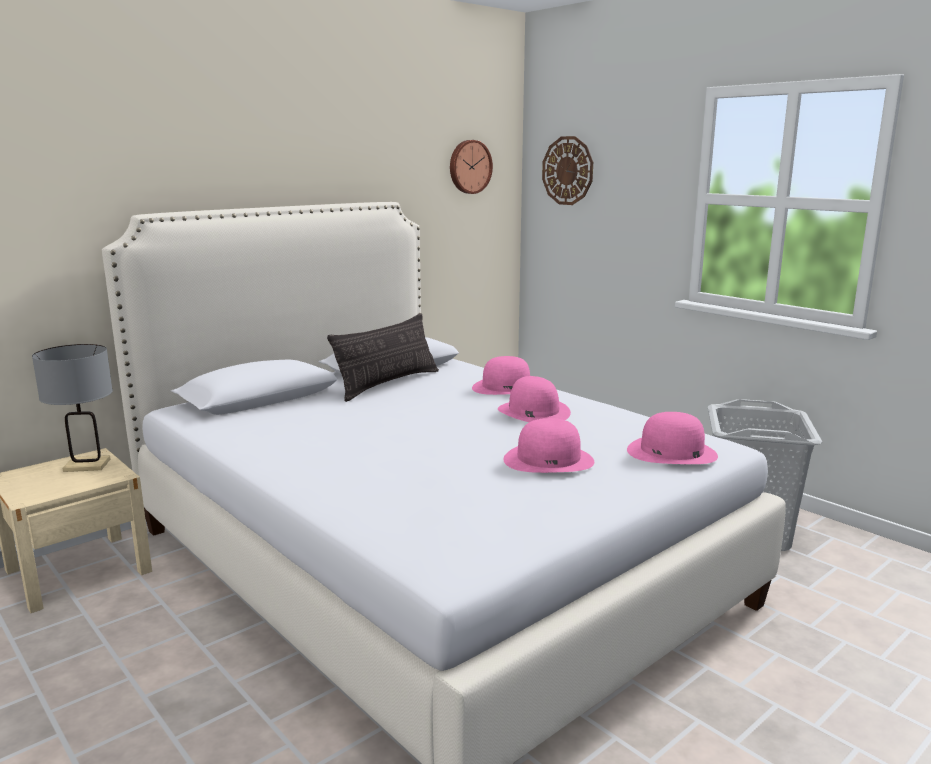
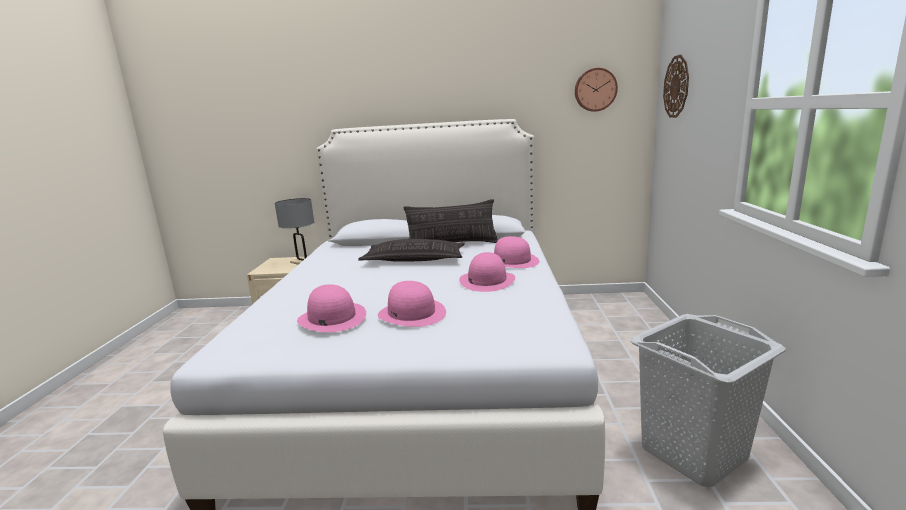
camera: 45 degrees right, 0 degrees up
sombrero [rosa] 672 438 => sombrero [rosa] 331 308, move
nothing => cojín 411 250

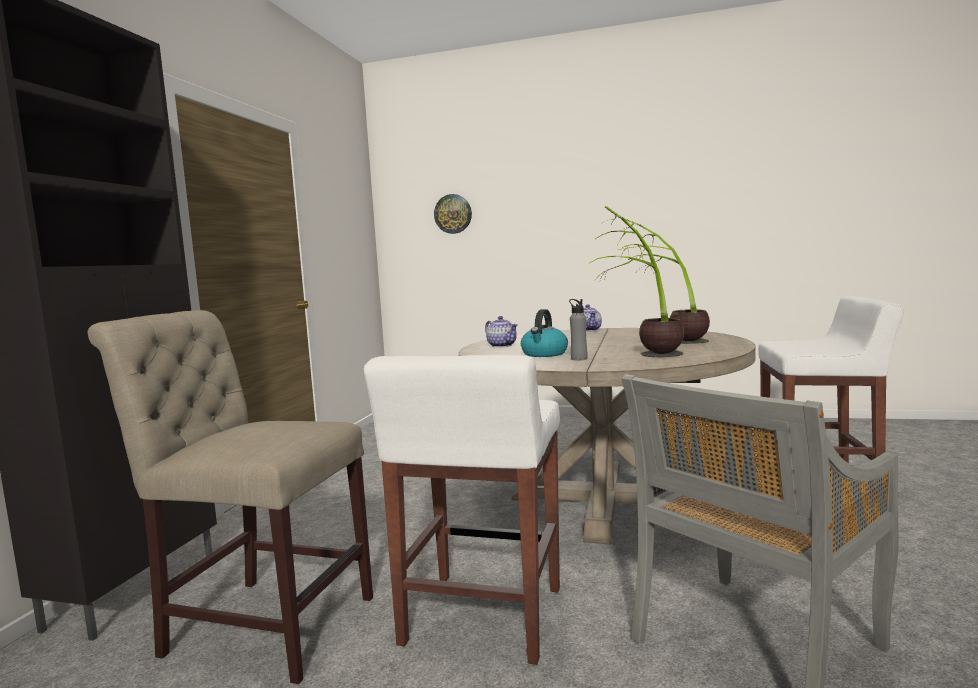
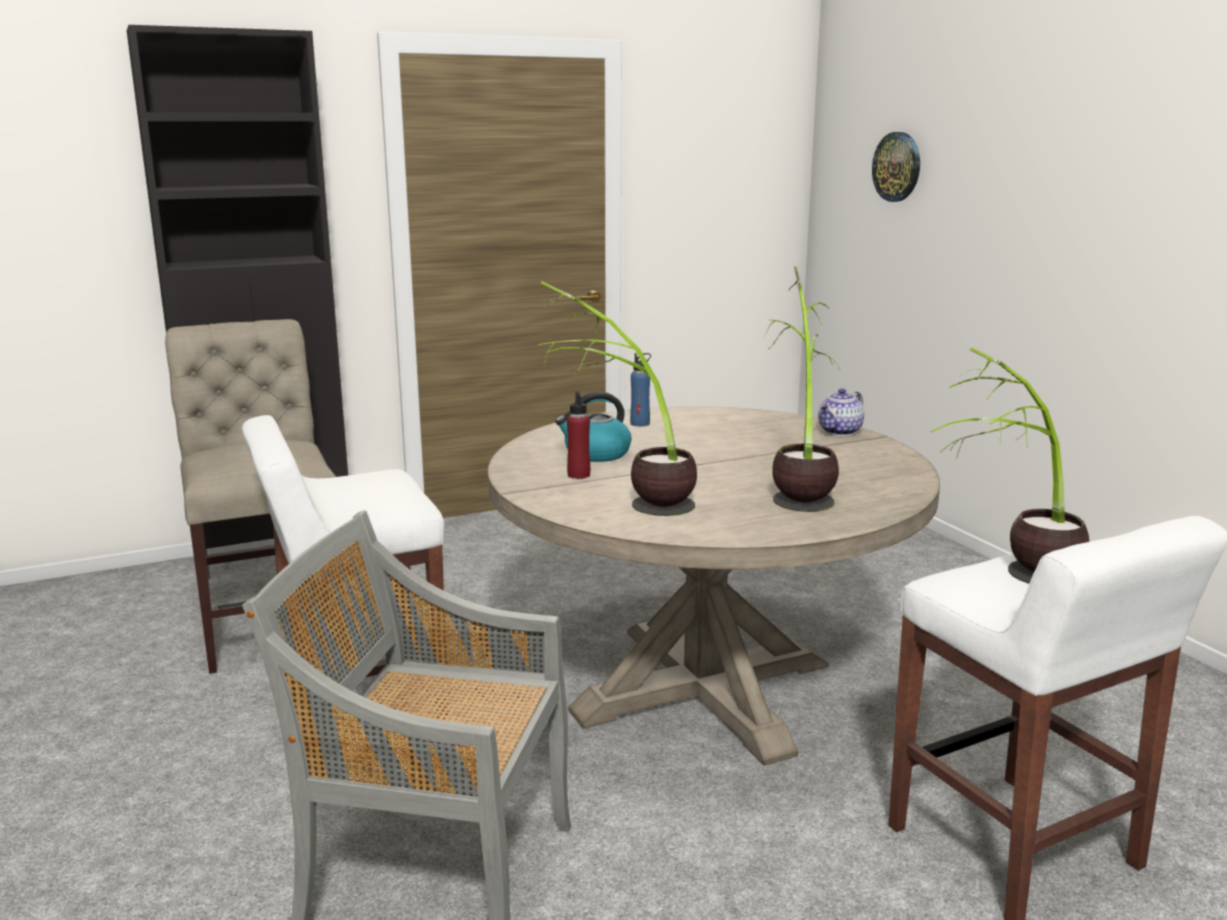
camera: 50 degrees right, 10 degrees up
tetera 501 331 => botella [azul] 640 390
botella [gris] 578 329 => botella [rojo] 578 435
nothing => planta en maceta 1010 465

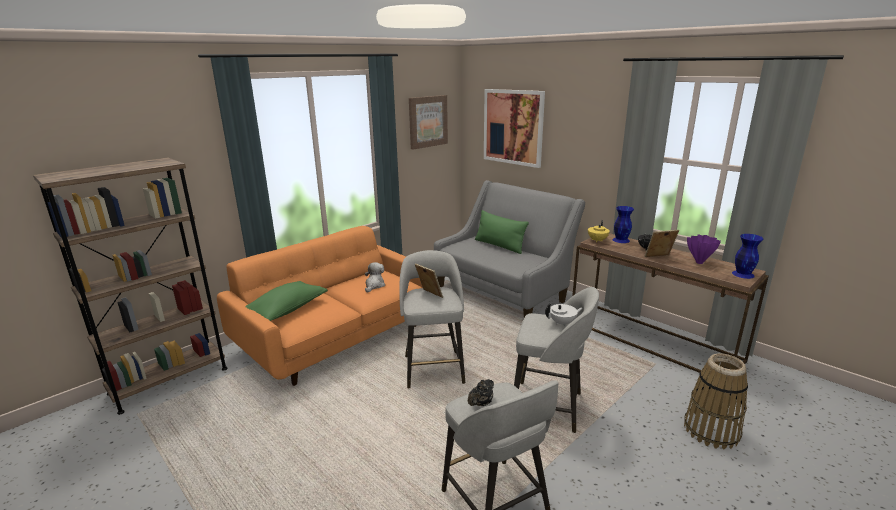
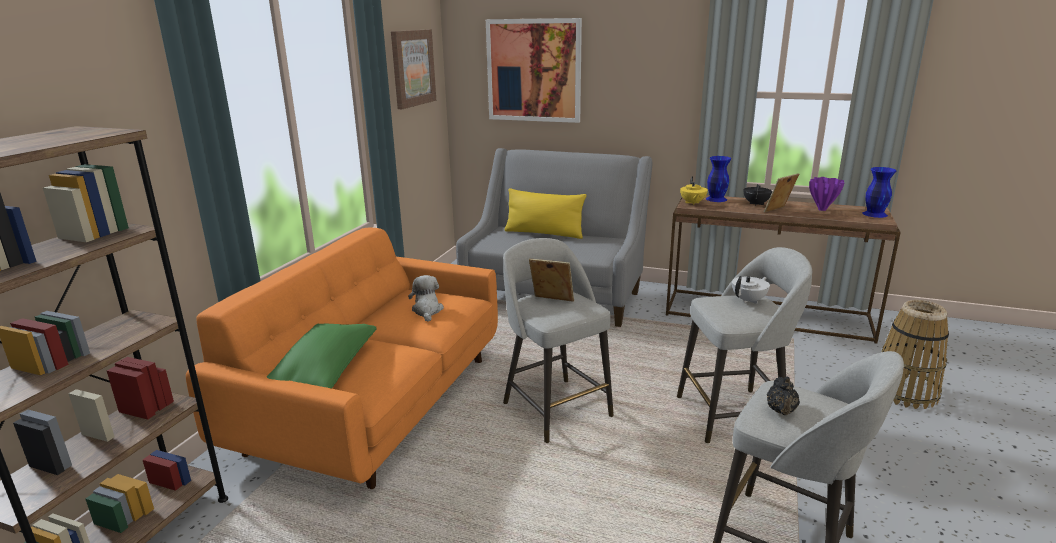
camera: 25 degrees left, 0 degrees up
cojín [verde] 502 232 => cojín [amarillo] 546 213

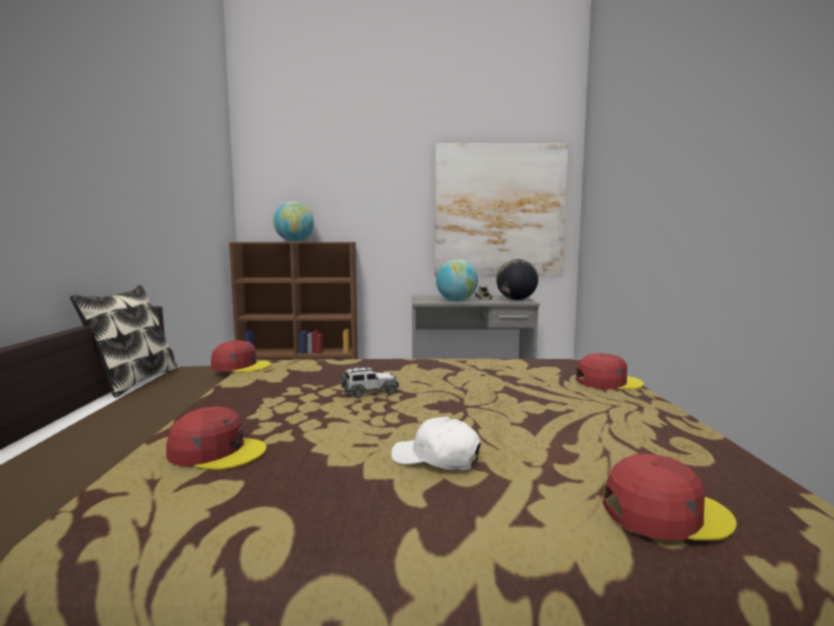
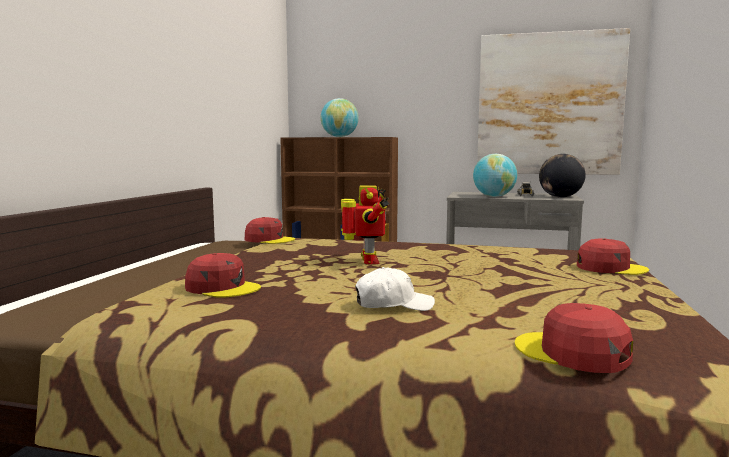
camera: 15 degrees right, 0 degrees up
cojín 124 341 => nothing
coche de juguete 370 382 => robot de juguete 365 225
gorra [blanco] 436 443 => gorra [blanco] 395 289, 135 degrees clockwise
gorra [rojo] 670 497 => gorra [rojo] 574 338, 150 degrees counterclockwise

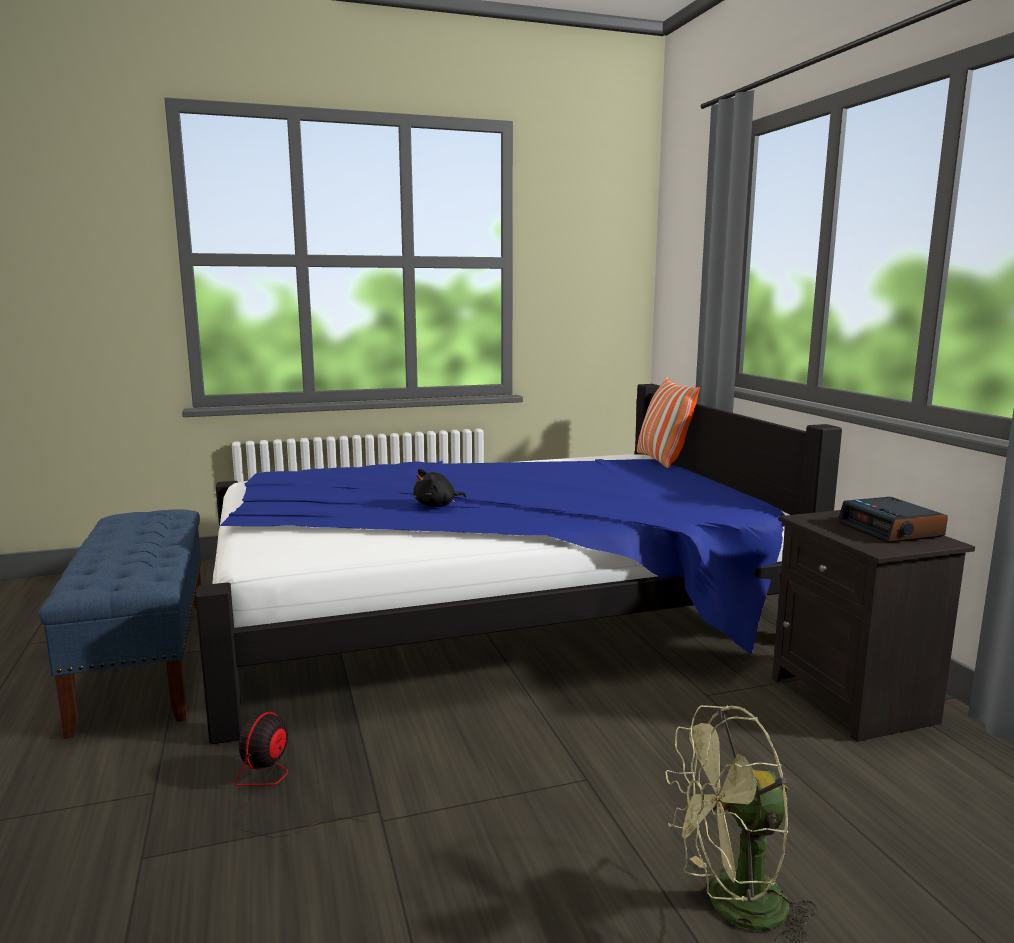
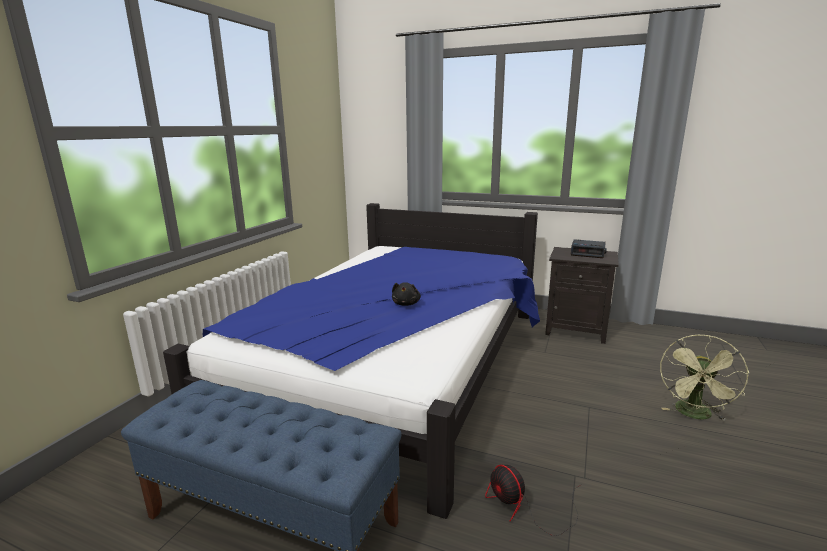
camera: 50 degrees left, 5 degrees up
cojín 668 422 => nothing

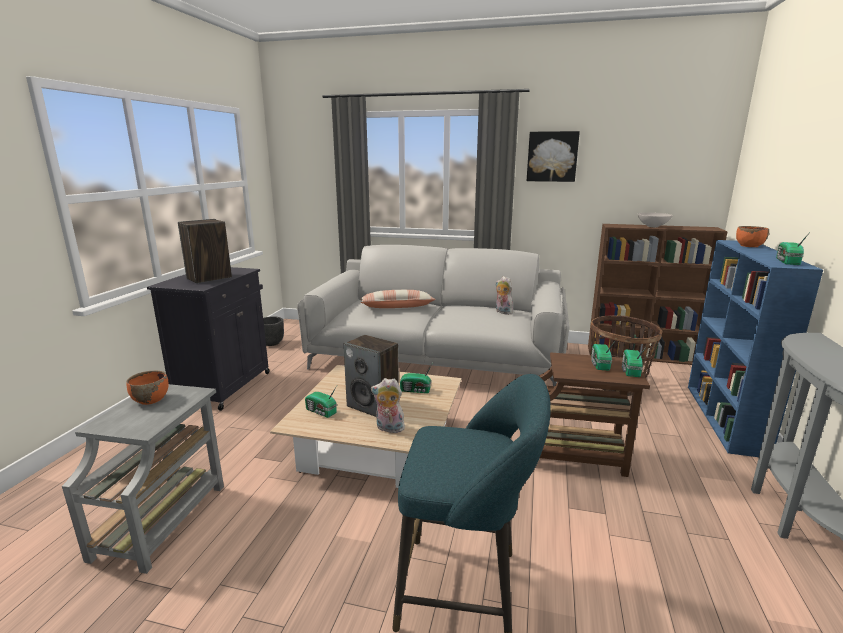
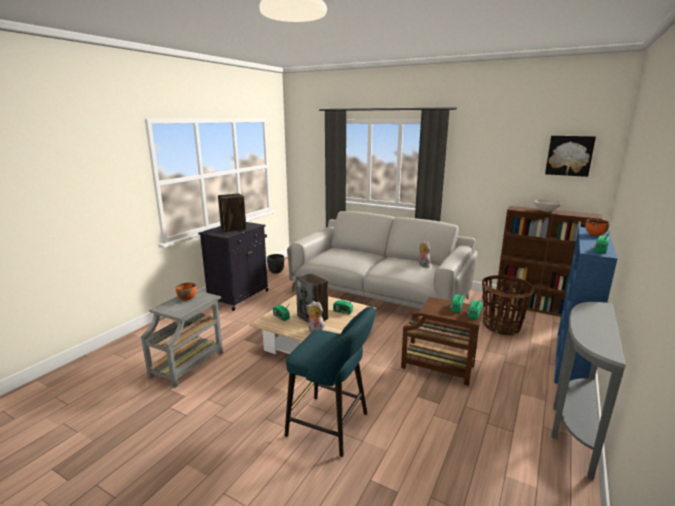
camera: 15 degrees right, 0 degrees up
cojín 398 299 => nothing
cuadro 553 156 => cuadro 570 156, move

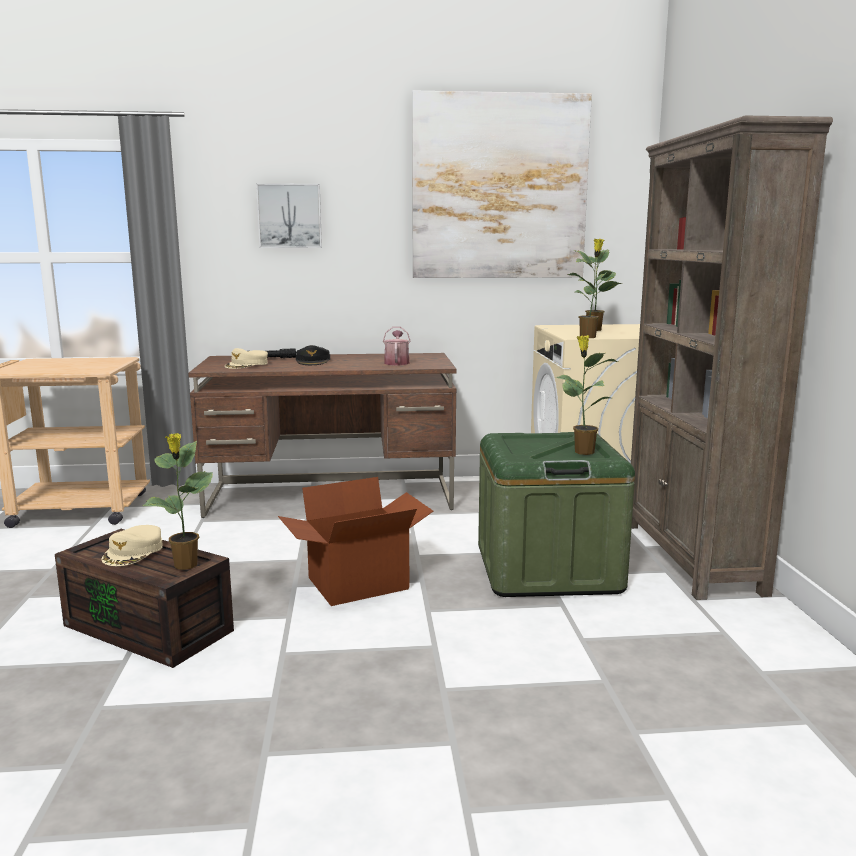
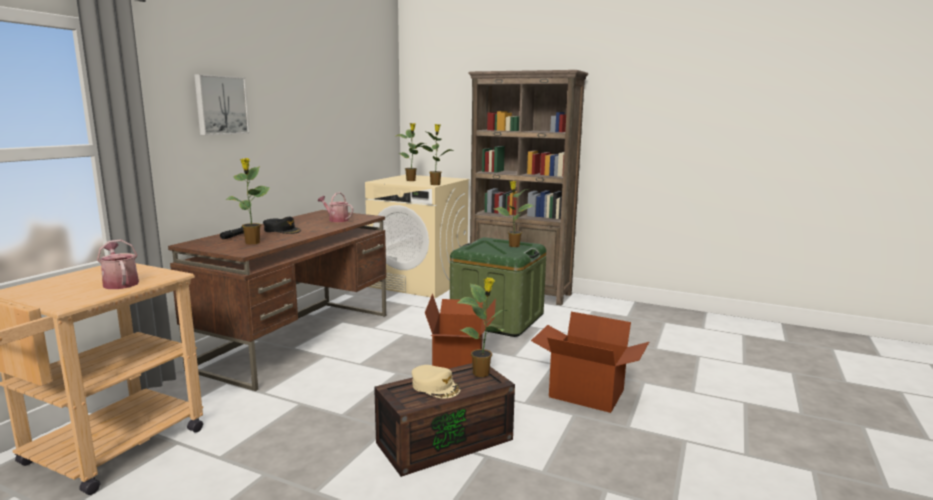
camera: 60 degrees left, 0 degrees up
gorra [beis] 246 358 => planta en maceta 248 201
cuadro 502 184 => nothing
nothing => regadera 118 264
nothing => caja de cartón 590 362

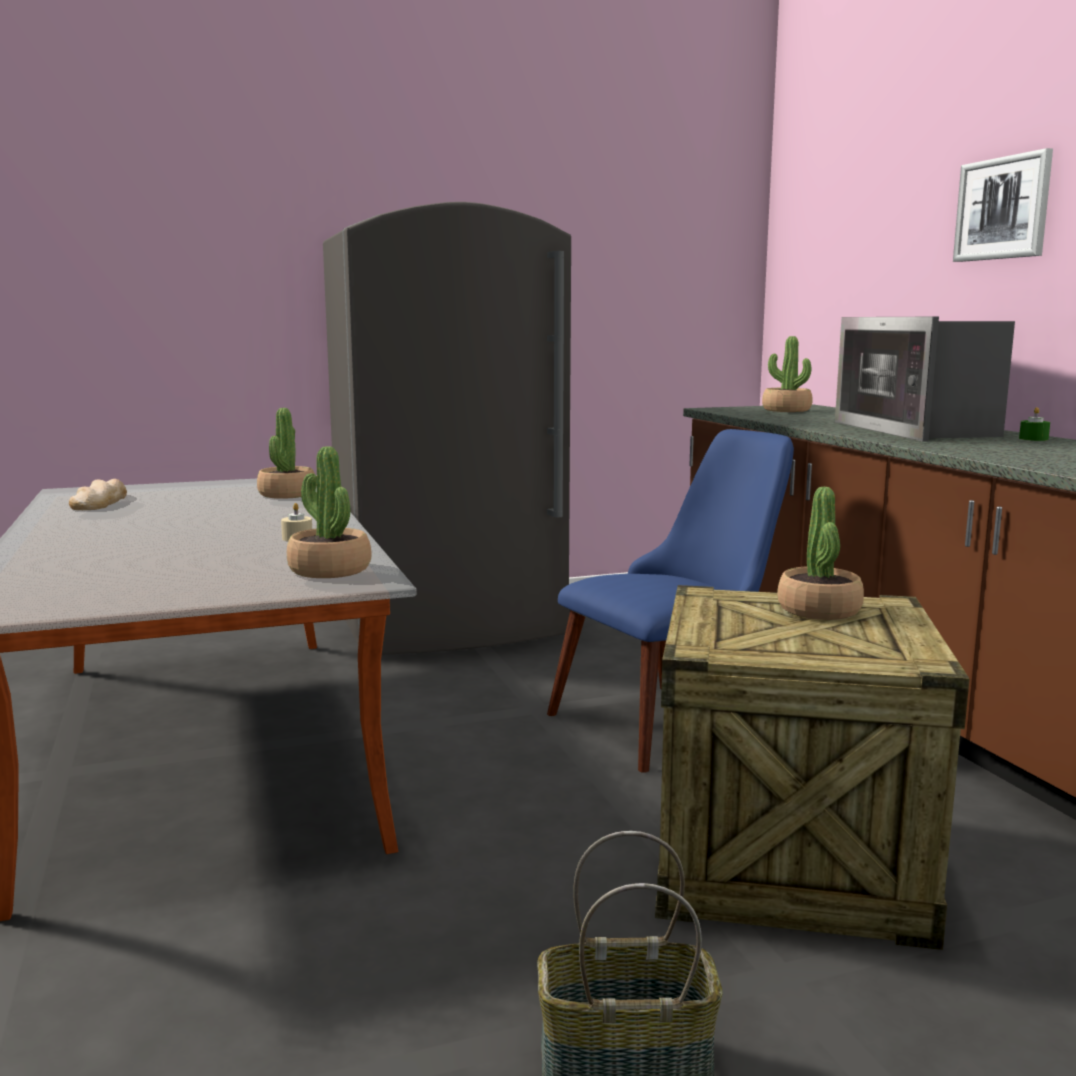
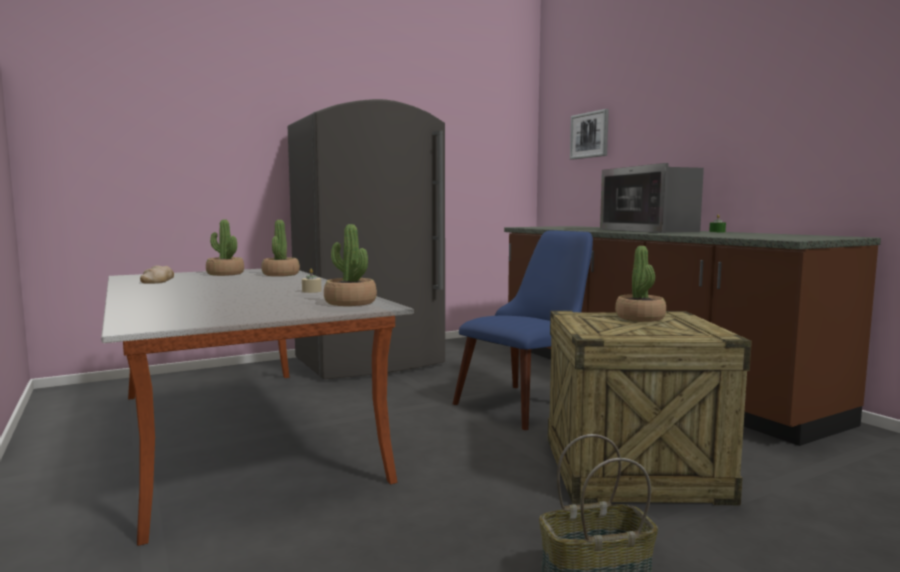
camera: 10 degrees left, 5 degrees down
planta en maceta 787 374 => planta en maceta 225 248, move
cuadro 1003 205 => cuadro 589 134, move

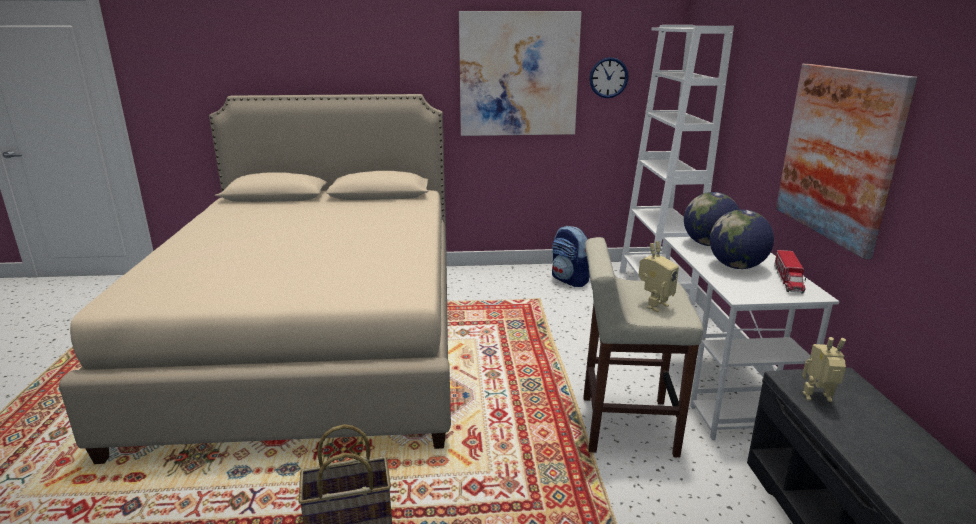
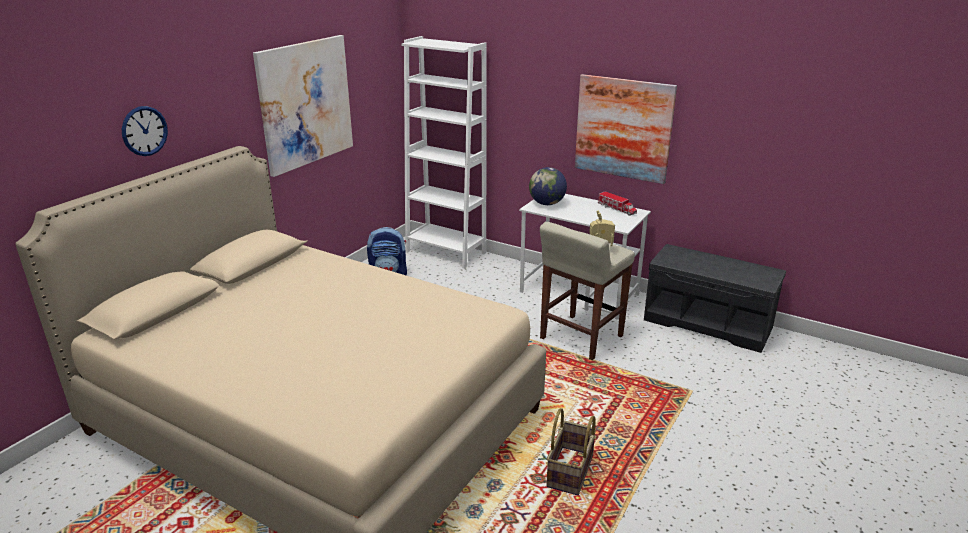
camera: 55 degrees left, 5 degrees up
reloj de pared 609 77 => reloj de pared 145 131, move
globo terráqueo 742 239 => nothing
robot de juguete 824 369 => nothing

